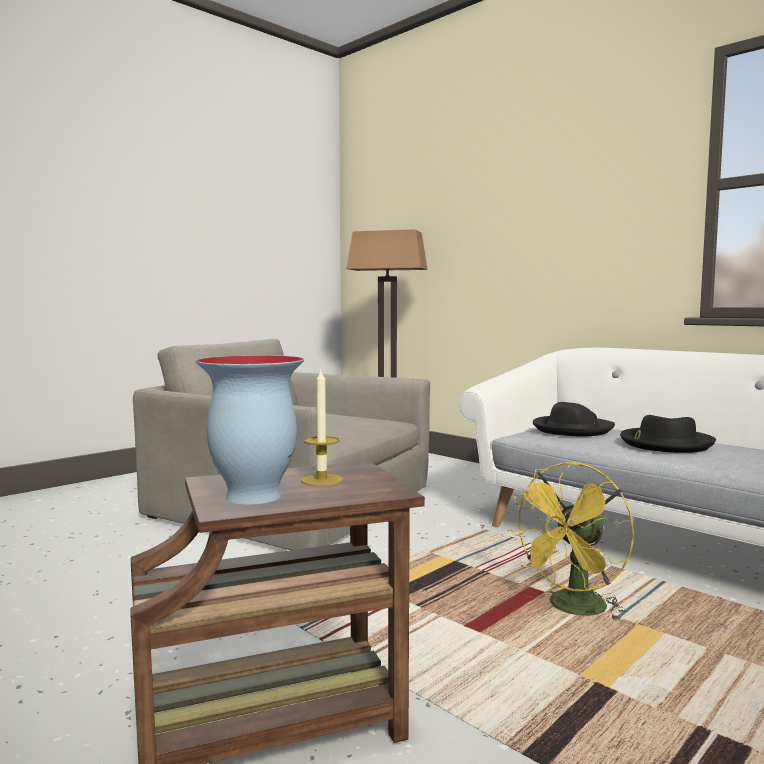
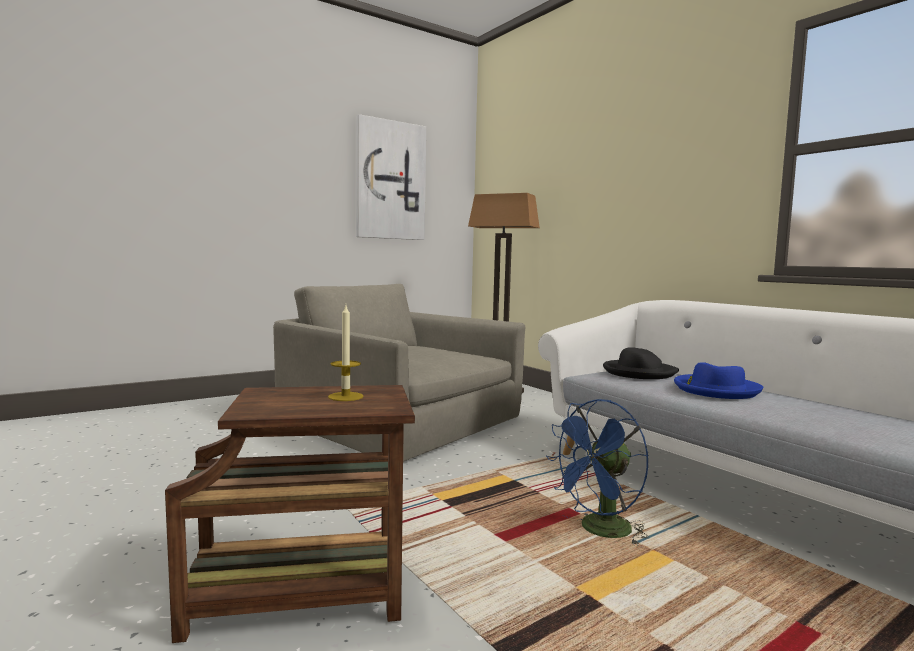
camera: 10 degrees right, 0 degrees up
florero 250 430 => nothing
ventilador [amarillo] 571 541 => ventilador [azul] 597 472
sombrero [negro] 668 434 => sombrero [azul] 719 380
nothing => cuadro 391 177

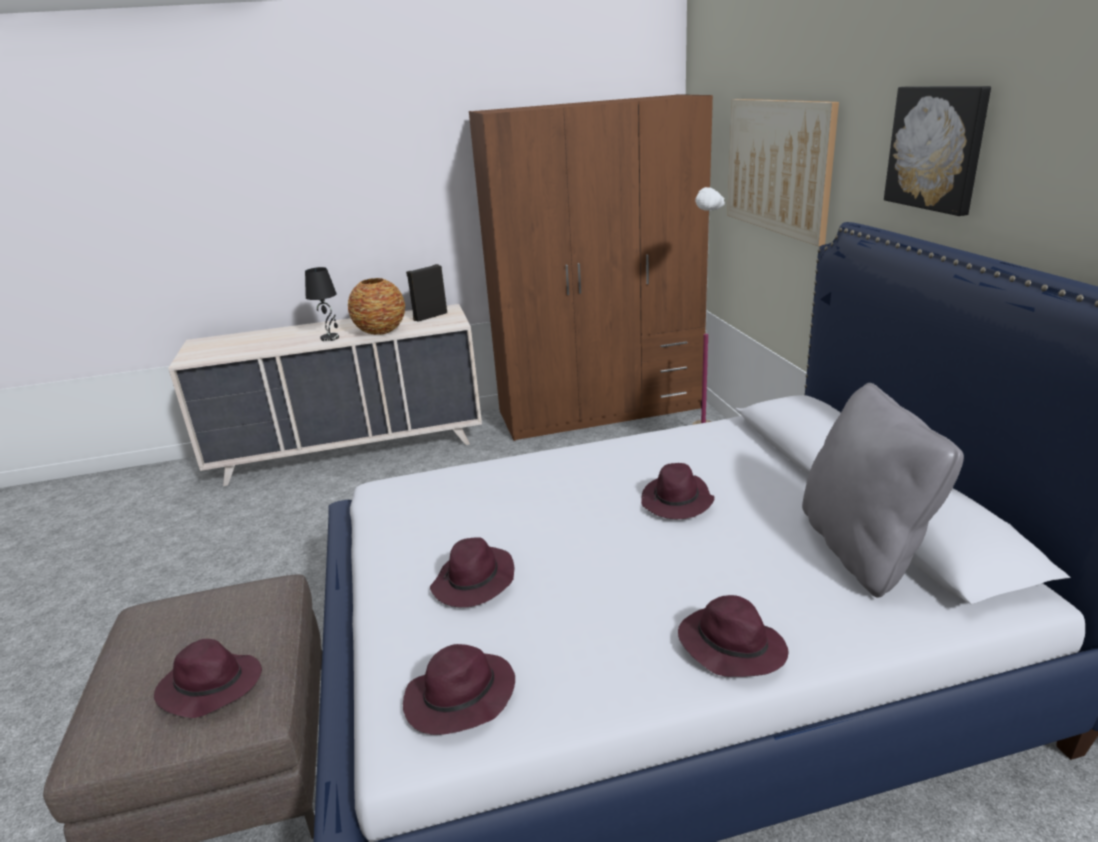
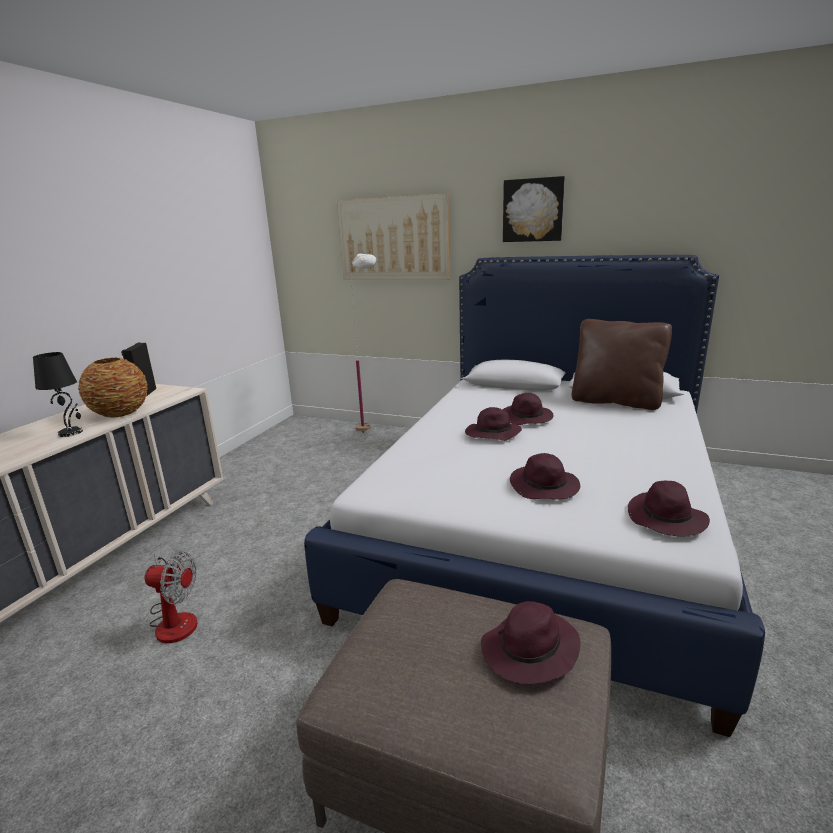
camera: 55 degrees left, 5 degrees down
armario ropero [marrón] 591 267 => nothing
sombrero [morado] 733 636 => sombrero [morado] 493 424, move
cojín [gris] 883 490 => cojín [marrón] 622 364
nothing => ventilador 171 596

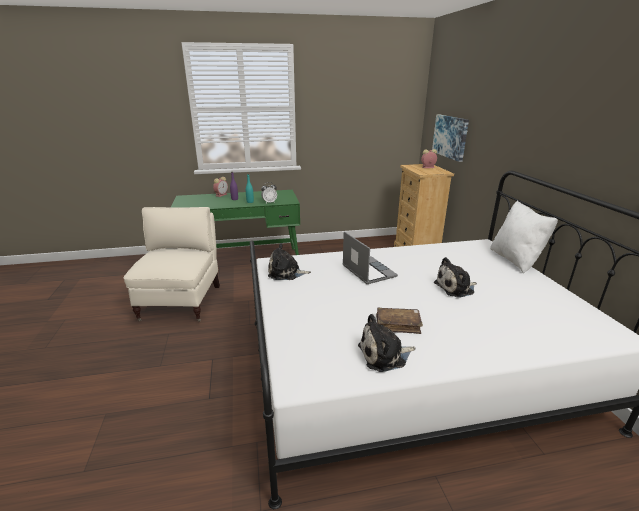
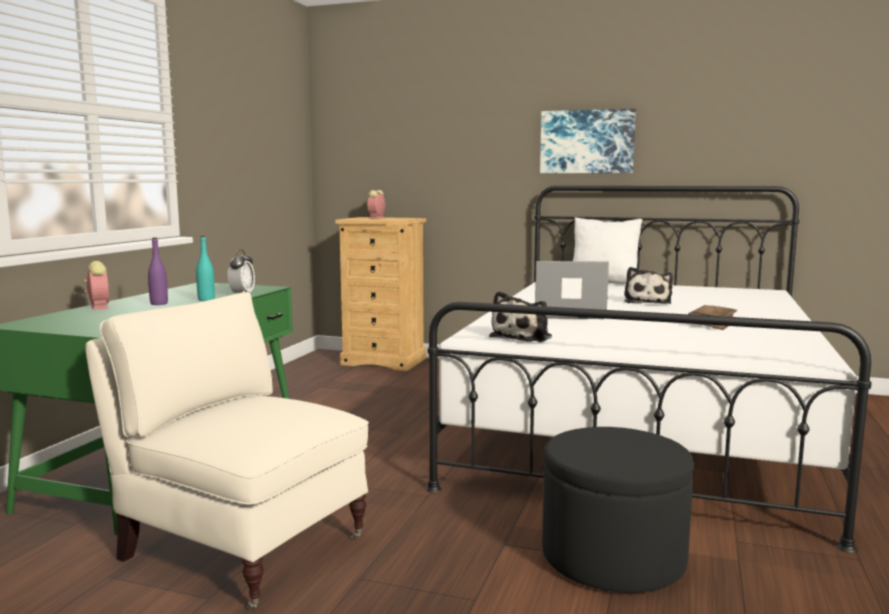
camera: 60 degrees left, 15 degrees down
peluche 386 343 => nothing
cuadro 450 138 => cuadro 588 140, move
nothing => puf [negro] 618 510

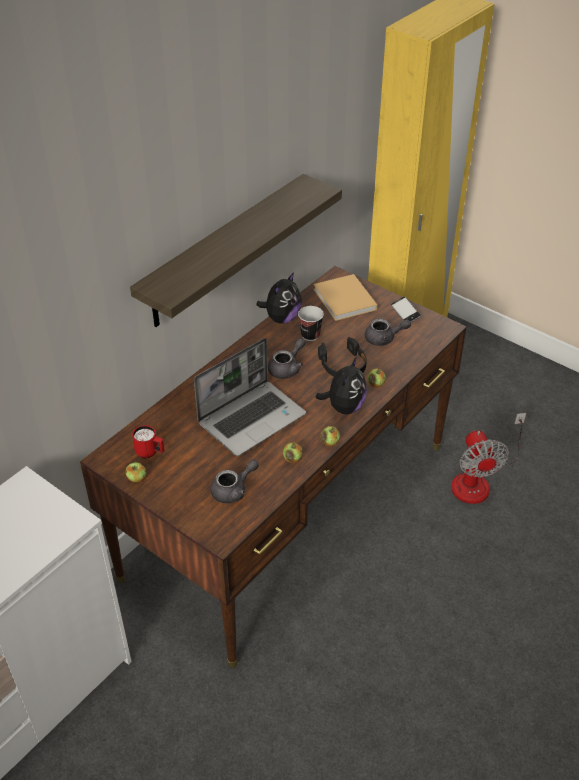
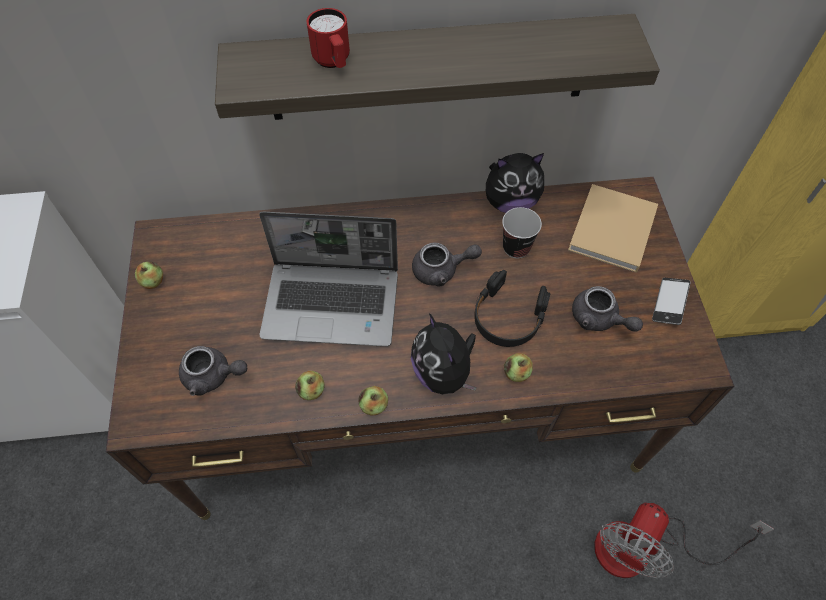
camera: 45 degrees right, 15 degrees up
taza grande [rojo] 148 441 => taza grande [rojo] 328 38, move
peluche 341 386 => peluche 444 354, 90 degrees clockwise

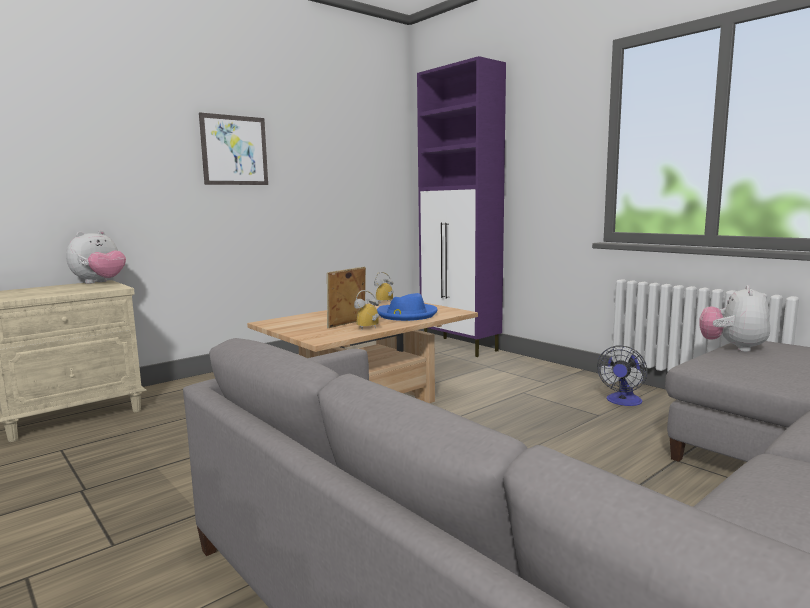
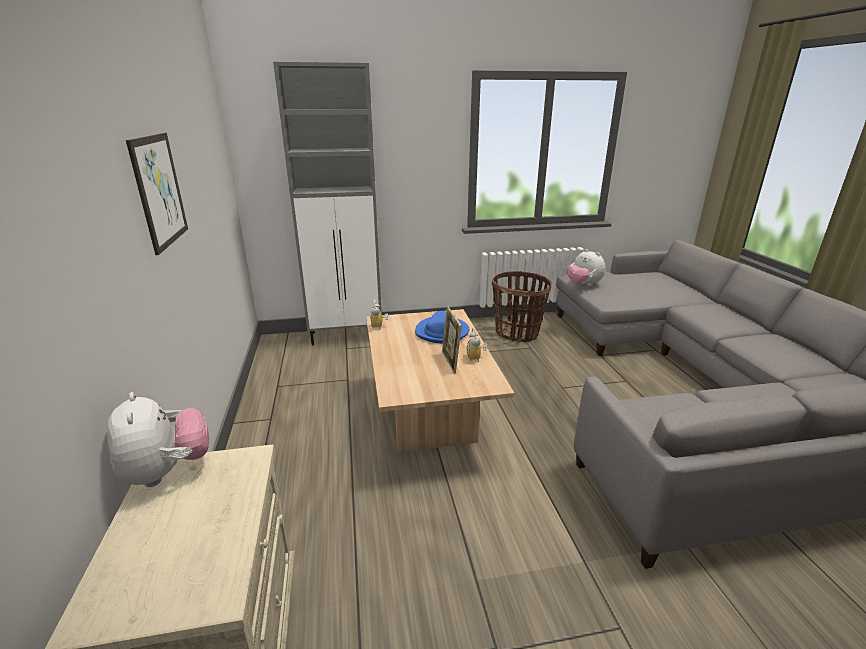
camera: 60 degrees left, 15 degrees up
armario [morado] 461 206 => armario [gris] 327 203
ventilador 622 376 => cesta 522 306

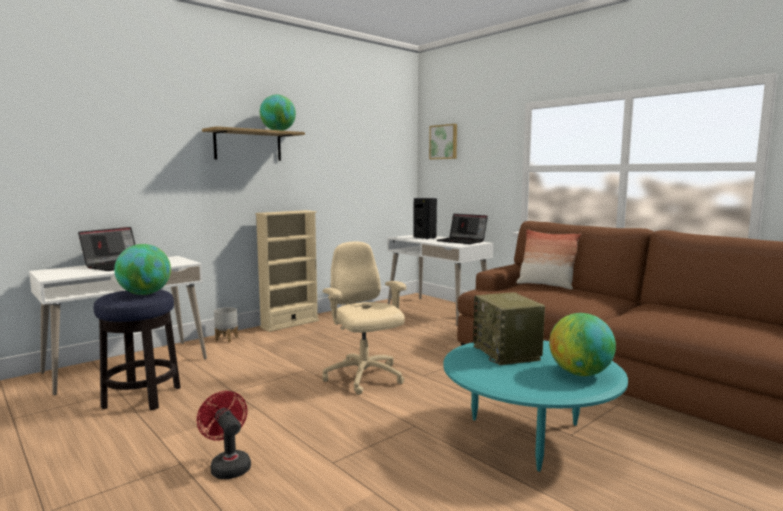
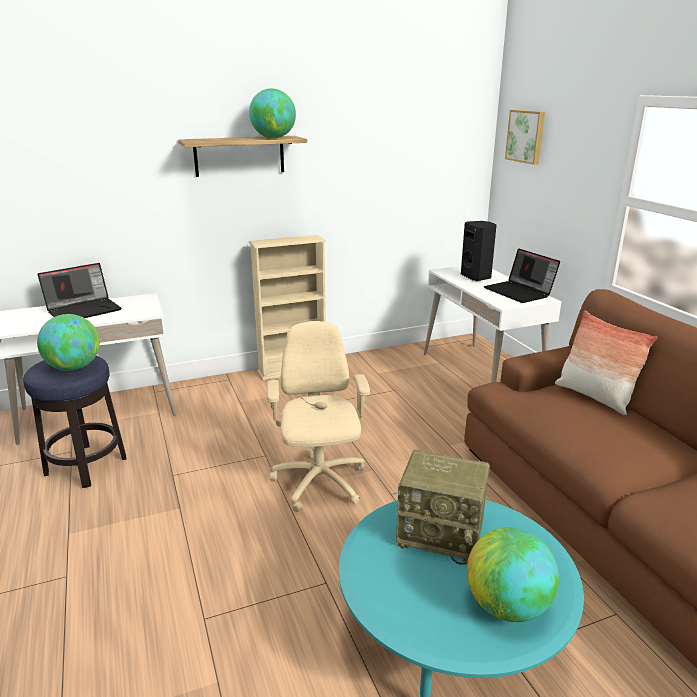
camera: 20 degrees right, 15 degrees up
ventilador [rojo] 224 435 => nothing
maceta [gris] 226 324 => nothing
radio 509 328 => radio 443 507, 75 degrees counterclockwise

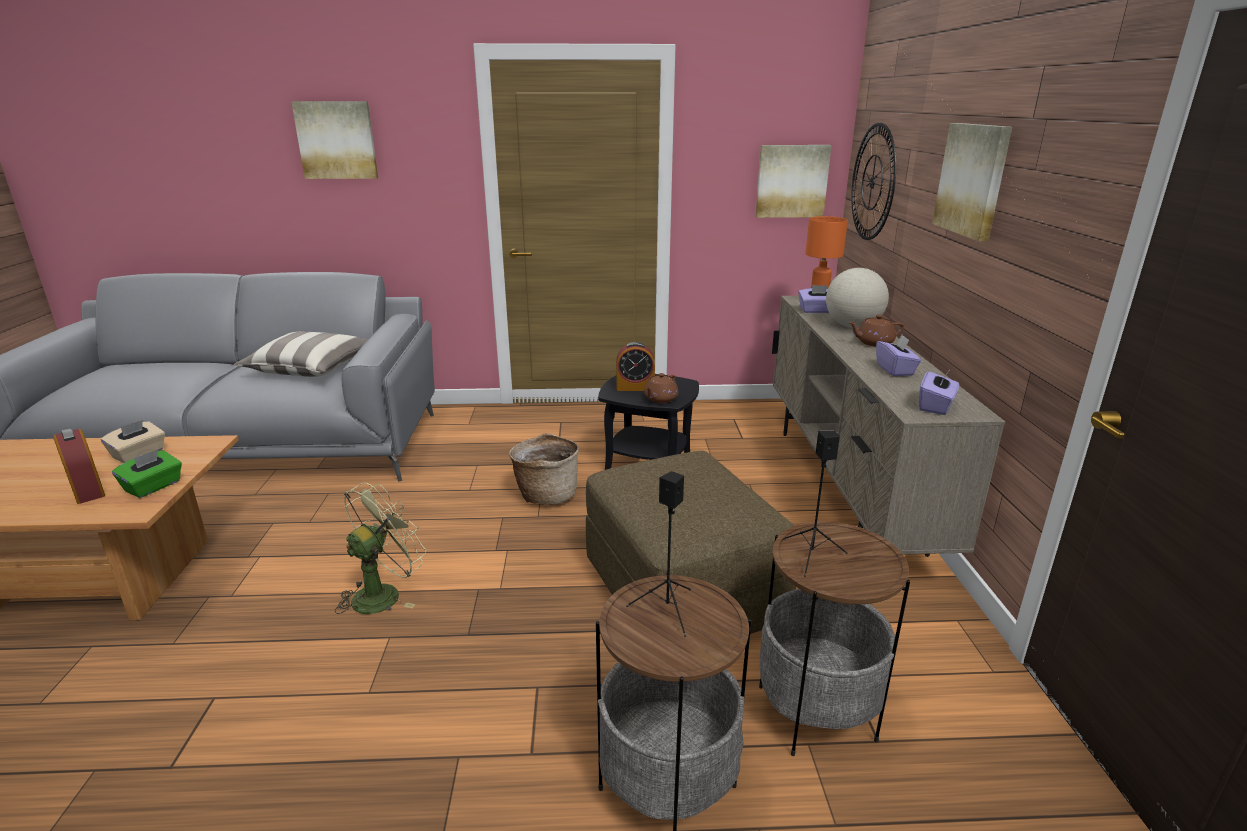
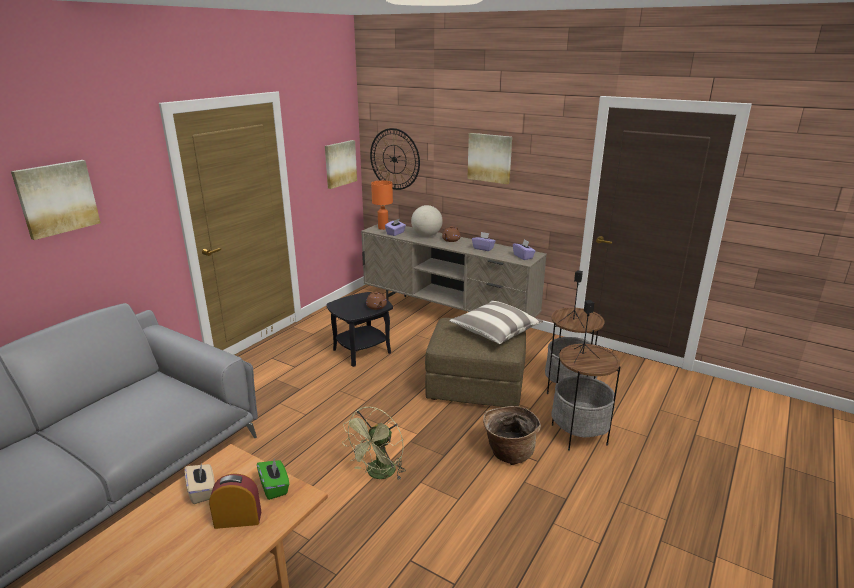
camera: 55 degrees left, 0 degrees up
cojín 301 354 => cojín 496 322, move
ventilador [verde] 381 548 => ventilador [verde] 374 443, 135 degrees counterclockwise
cesta 544 469 => cesta 512 435, move
despertador 635 366 => nothing

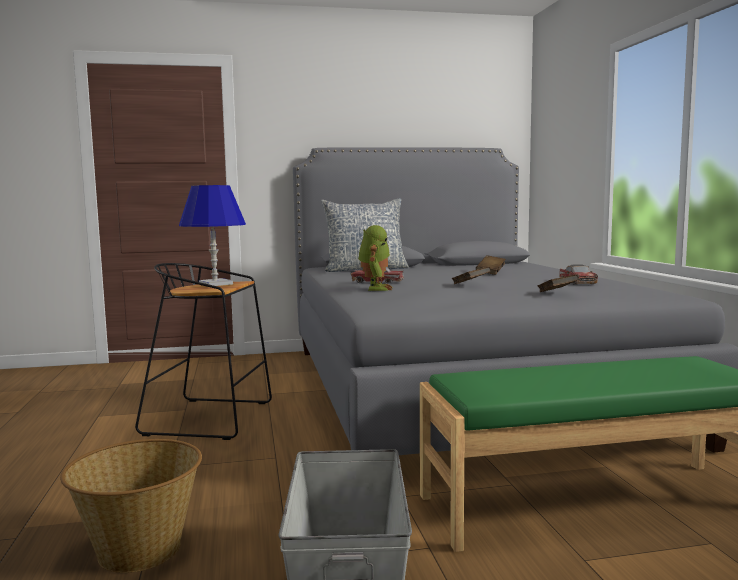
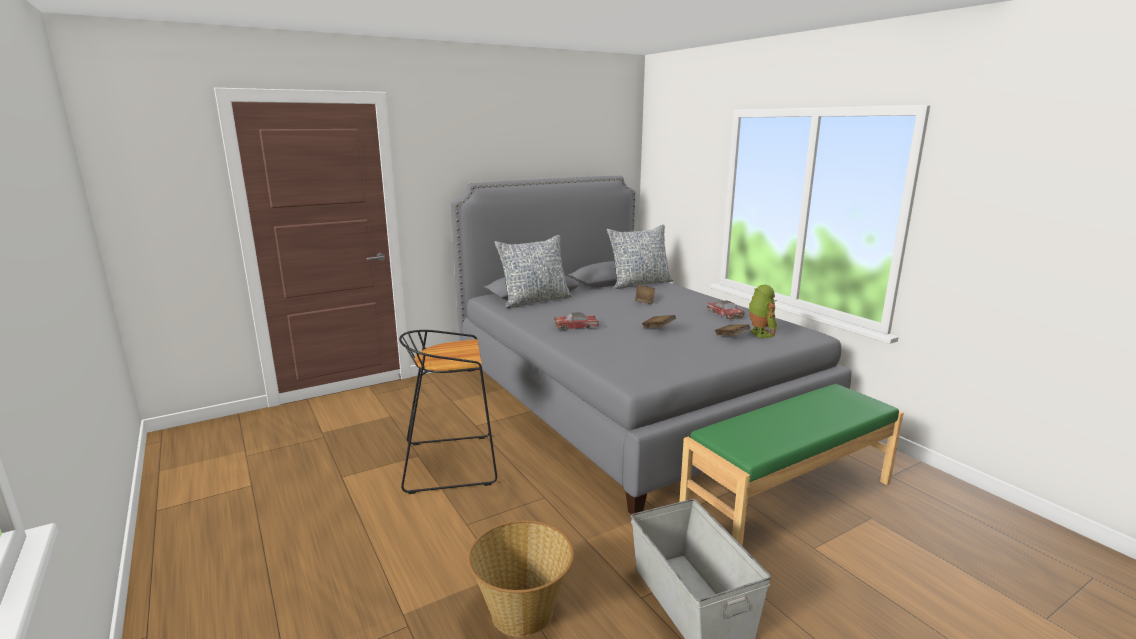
camera: 20 degrees left, 10 degrees up
lámpara de mesa [azul] 212 235 => nothing
robot de juguete 375 258 => robot de juguete 762 311, move
nothing => cojín 640 257

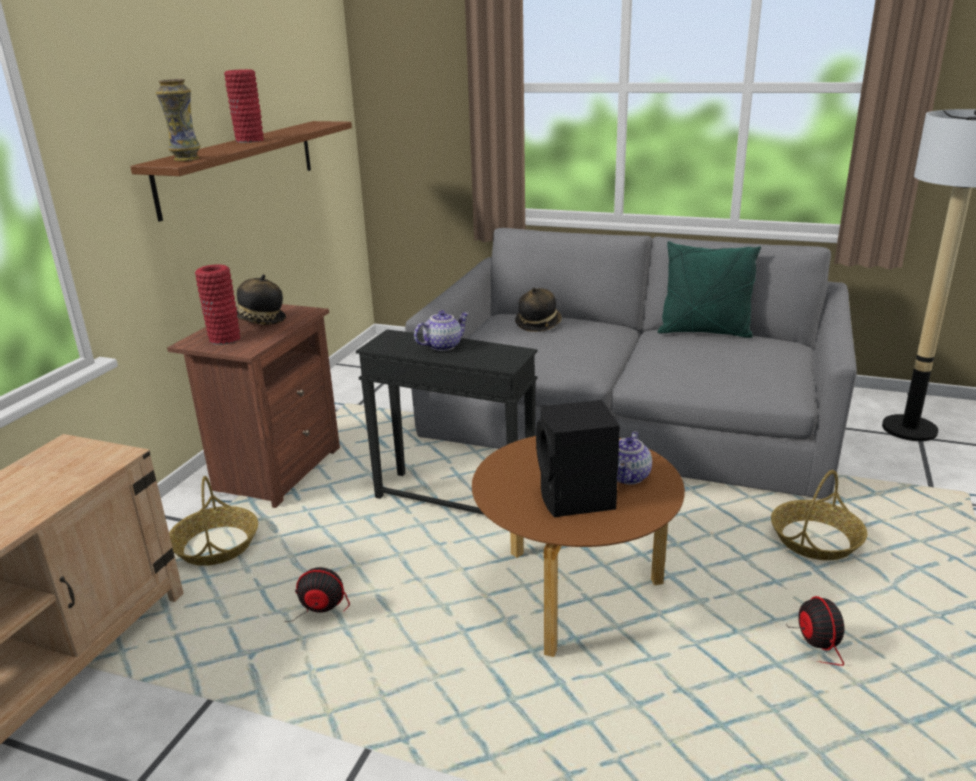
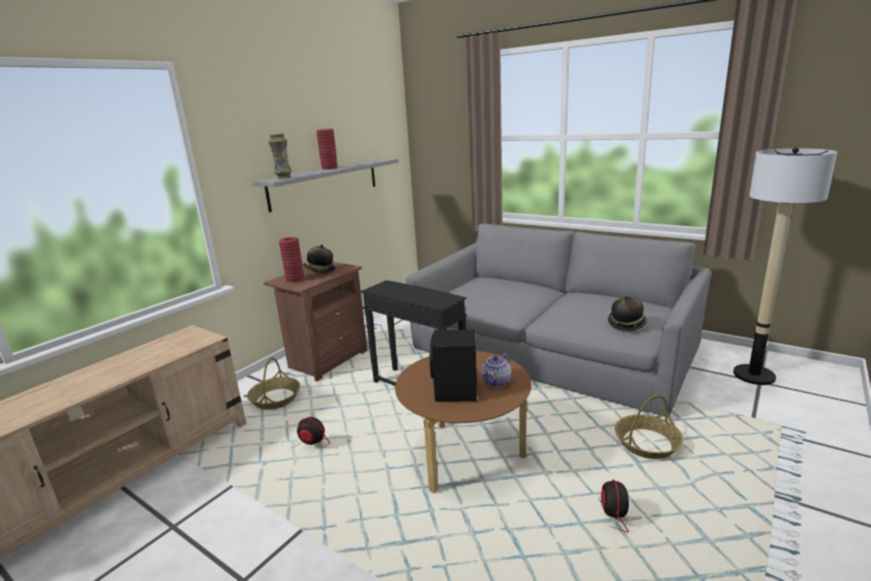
camera: 15 degrees right, 5 degrees down
estante [marrón] 241 171 => estante [gris] 326 185
tetera 441 330 => nothing
sombrero 538 310 => sombrero 627 313, move
cojín [verde] 709 289 => nothing

